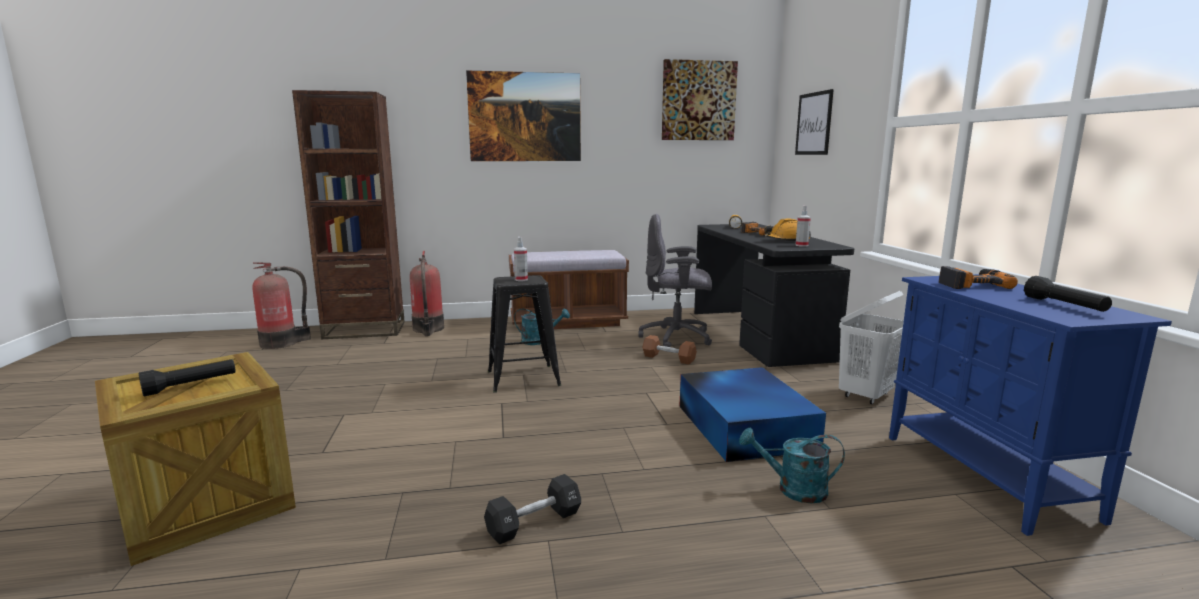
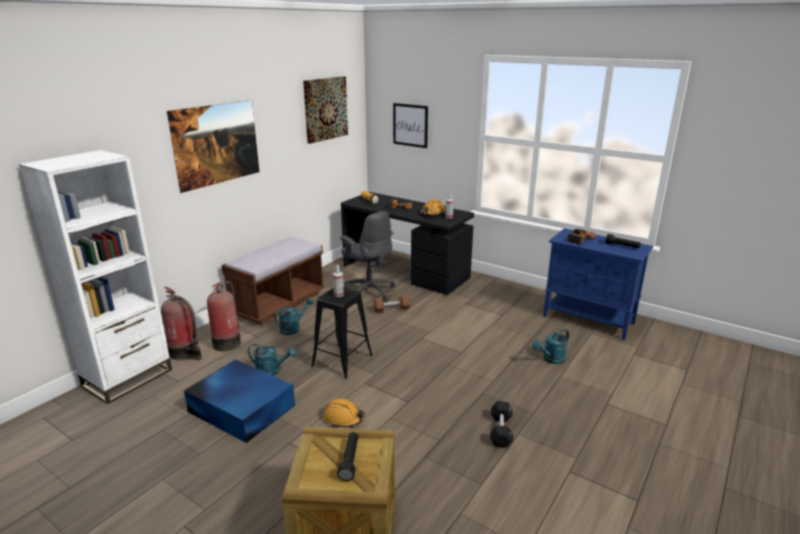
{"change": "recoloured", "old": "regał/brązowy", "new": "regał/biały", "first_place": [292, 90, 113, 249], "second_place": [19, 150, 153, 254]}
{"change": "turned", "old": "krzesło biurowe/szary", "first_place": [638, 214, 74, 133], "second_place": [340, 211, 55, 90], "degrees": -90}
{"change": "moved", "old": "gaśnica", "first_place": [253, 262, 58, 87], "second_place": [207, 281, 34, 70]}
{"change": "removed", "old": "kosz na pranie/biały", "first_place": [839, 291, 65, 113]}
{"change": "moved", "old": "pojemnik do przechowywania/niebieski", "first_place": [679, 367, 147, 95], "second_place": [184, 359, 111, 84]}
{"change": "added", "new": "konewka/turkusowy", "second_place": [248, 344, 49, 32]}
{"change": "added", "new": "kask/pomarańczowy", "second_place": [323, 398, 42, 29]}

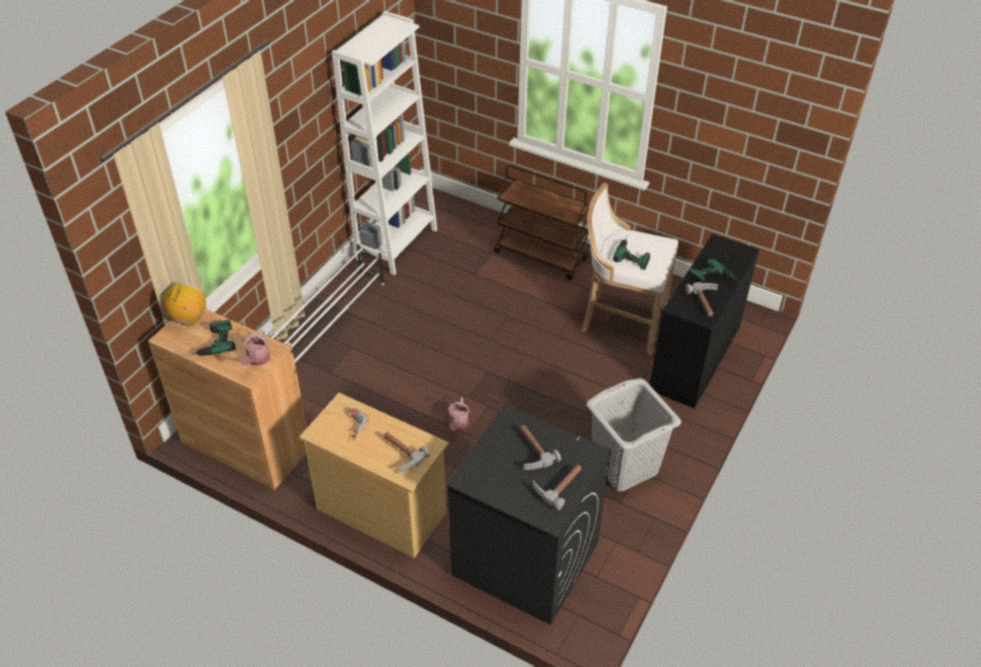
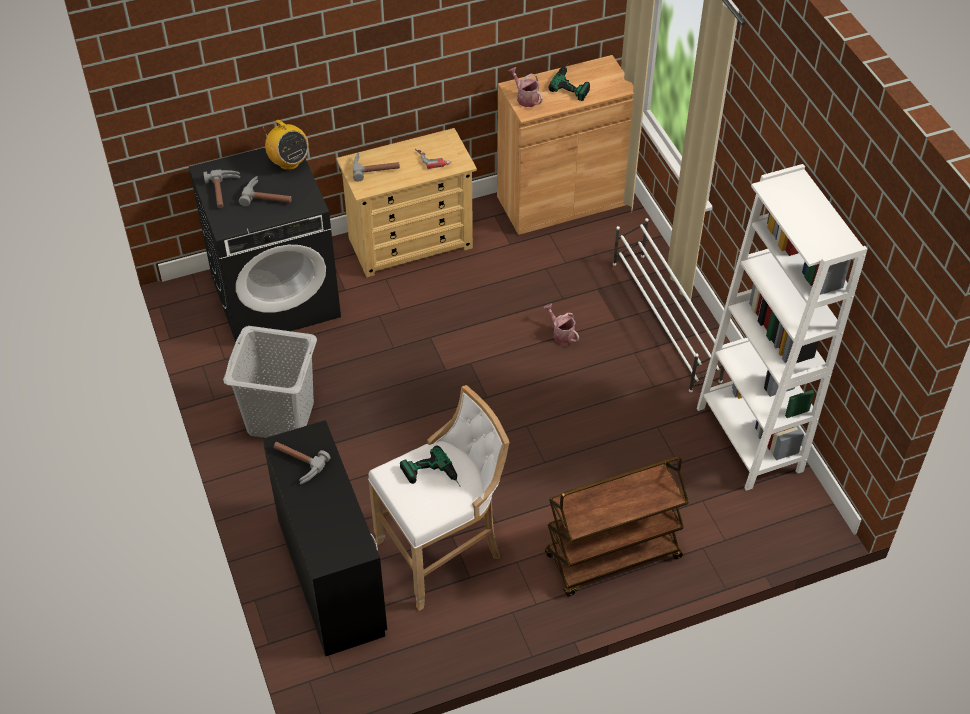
{"change": "removed", "old": "wiertarka", "first_place": [688, 258, 53, 25]}
{"change": "moved", "old": "radio", "first_place": [162, 283, 44, 42], "second_place": [263, 120, 46, 50]}
{"change": "moved", "old": "konewka", "first_place": [448, 398, 22, 33], "second_place": [544, 304, 35, 40]}

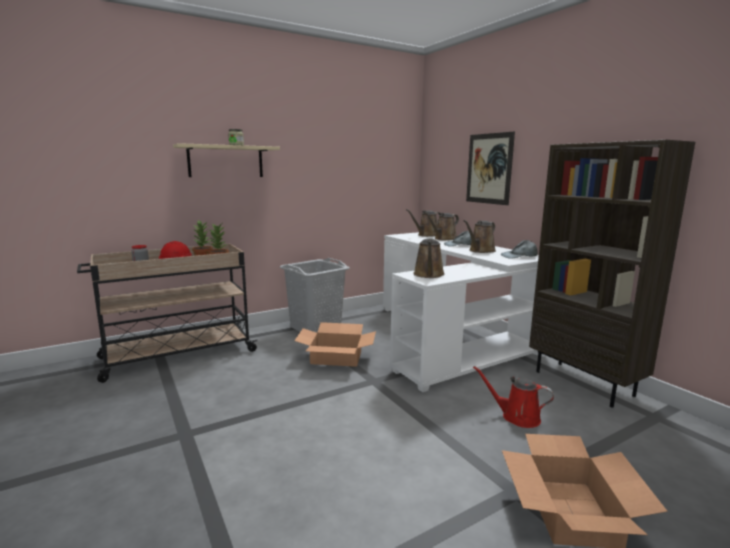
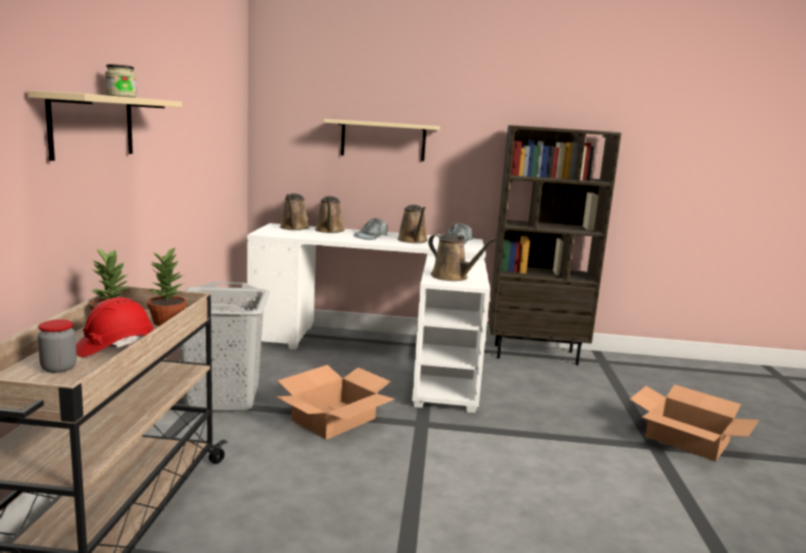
{"change": "replaced", "old": "obraz", "new": "półka/beżowy", "first_place": [466, 132, 49, 73], "second_place": [324, 119, 116, 42]}
{"change": "removed", "old": "konewka/czerwony", "first_place": [473, 366, 81, 62]}

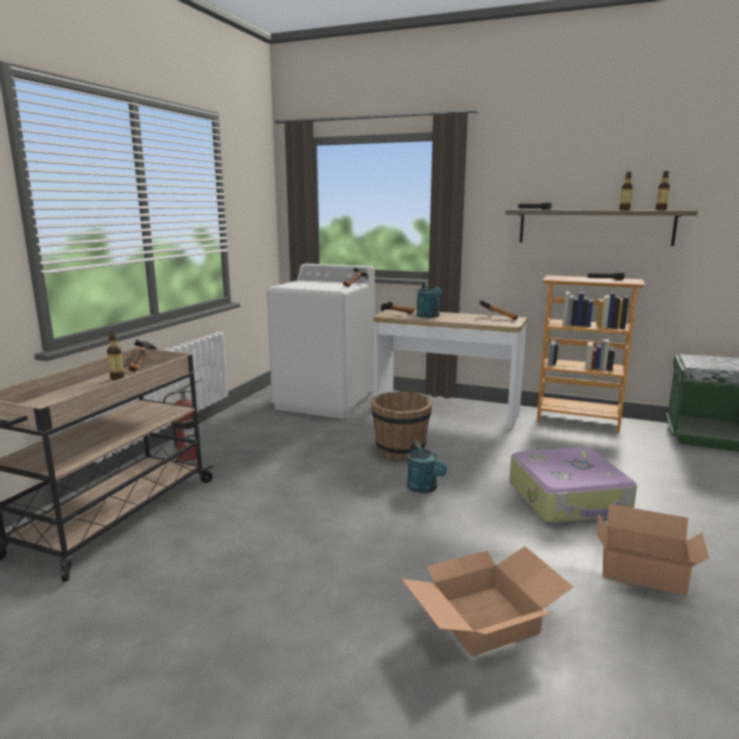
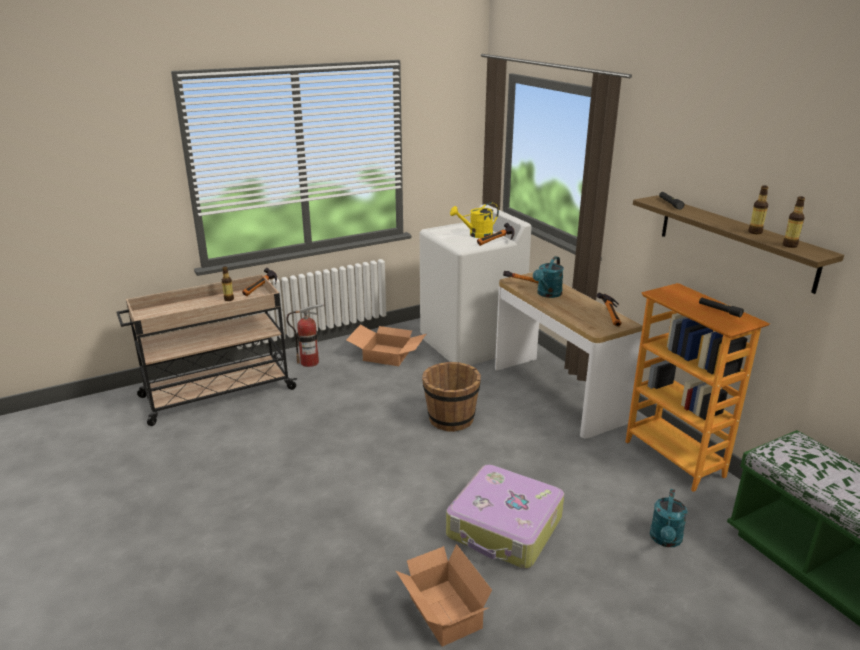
{"change": "moved", "old": "konewka/turkusowy", "first_place": [407, 441, 40, 52], "second_place": [650, 489, 37, 58]}
{"change": "moved", "old": "karton", "first_place": [402, 546, 171, 111], "second_place": [346, 325, 80, 41]}
{"change": "added", "new": "konewka/żółty", "second_place": [450, 202, 49, 36]}

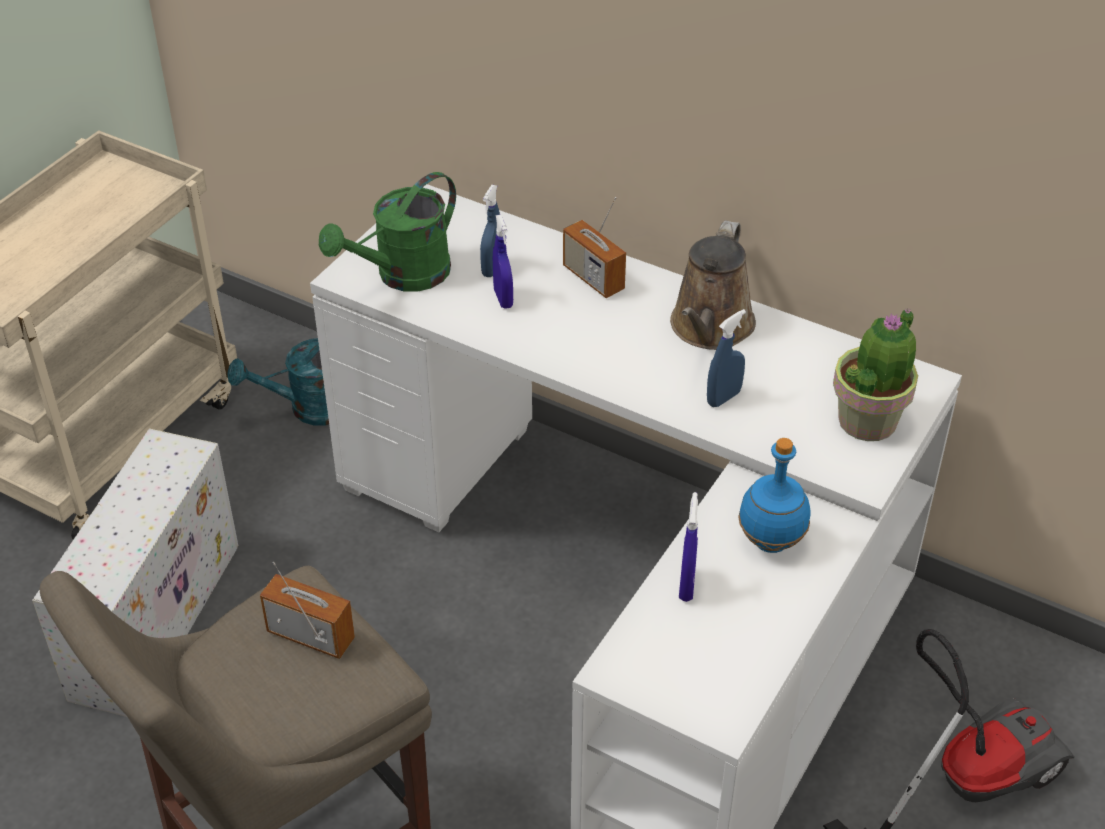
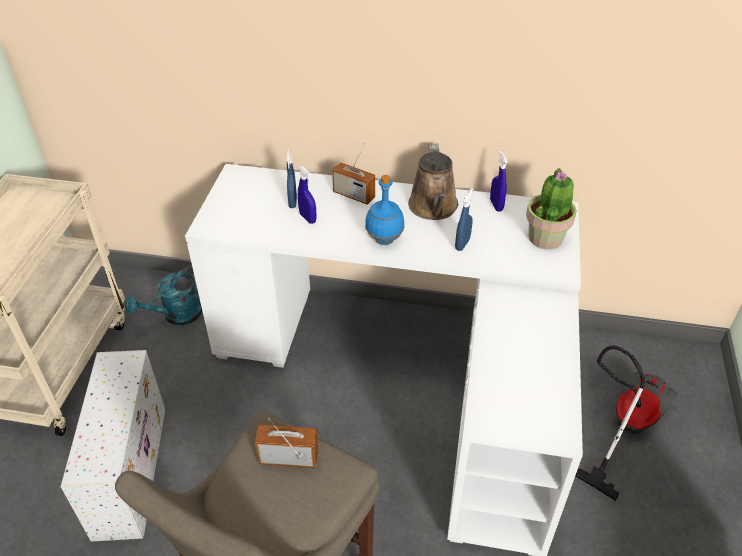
{"change": "removed", "old": "konewka/zielony", "first_place": [319, 172, 137, 120]}
{"change": "moved", "old": "butelka/niebieski", "first_place": [738, 438, 73, 115], "second_place": [365, 175, 39, 70]}
{"change": "moved", "old": "spryskiwacz/niebieski", "first_place": [679, 492, 19, 110], "second_place": [490, 150, 18, 62]}

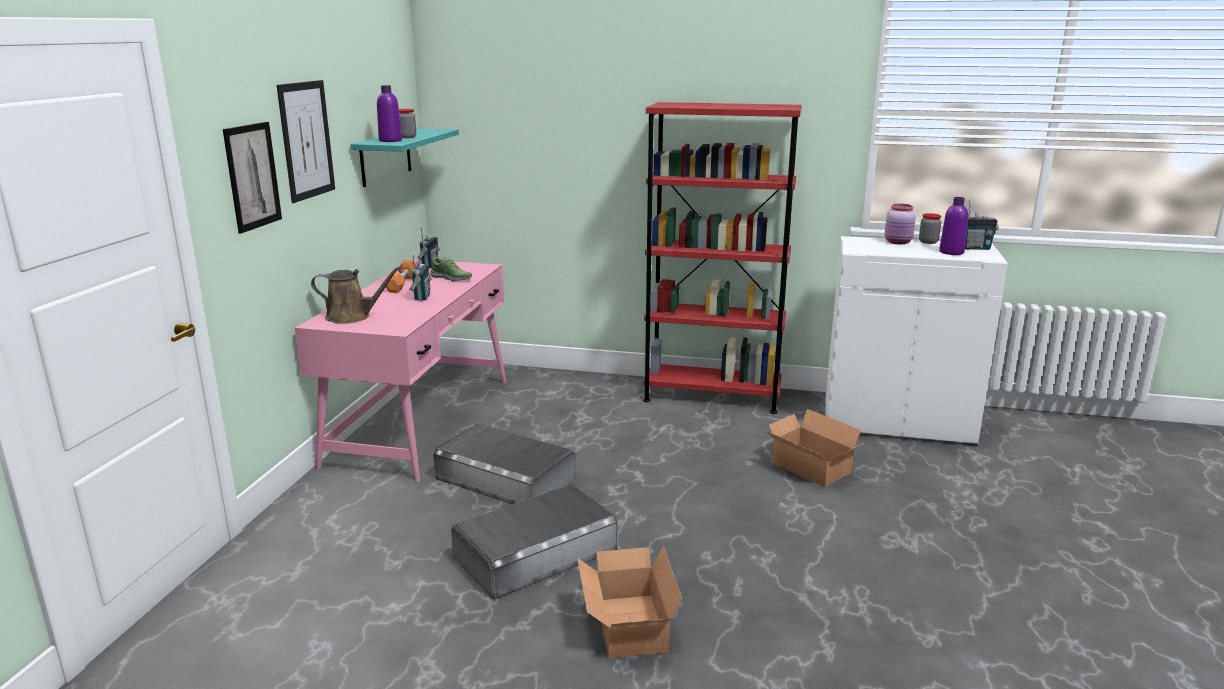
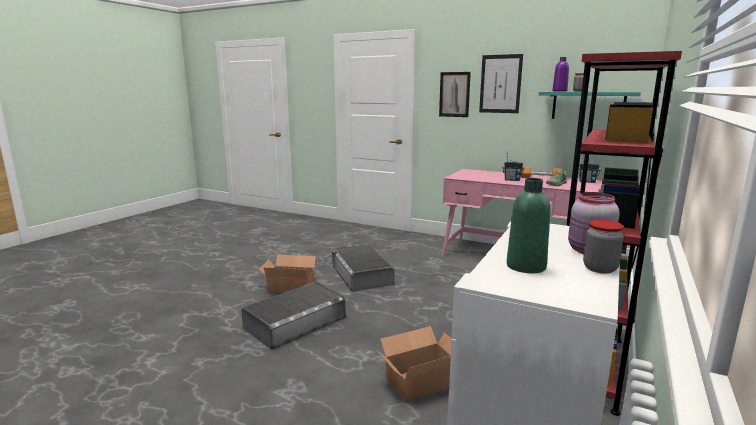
{"change": "recoloured", "old": "butelka/fioletowy", "new": "butelka/zielony", "first_place": [939, 197, 29, 58], "second_place": [507, 178, 43, 95]}
{"change": "removed", "old": "radio", "first_place": [965, 200, 34, 50]}
{"change": "removed", "old": "konewka/brązowy", "first_place": [311, 266, 91, 58]}
{"change": "moved", "old": "pojemnik do przechowywania/szary", "first_place": [433, 423, 143, 81], "second_place": [241, 282, 105, 68]}

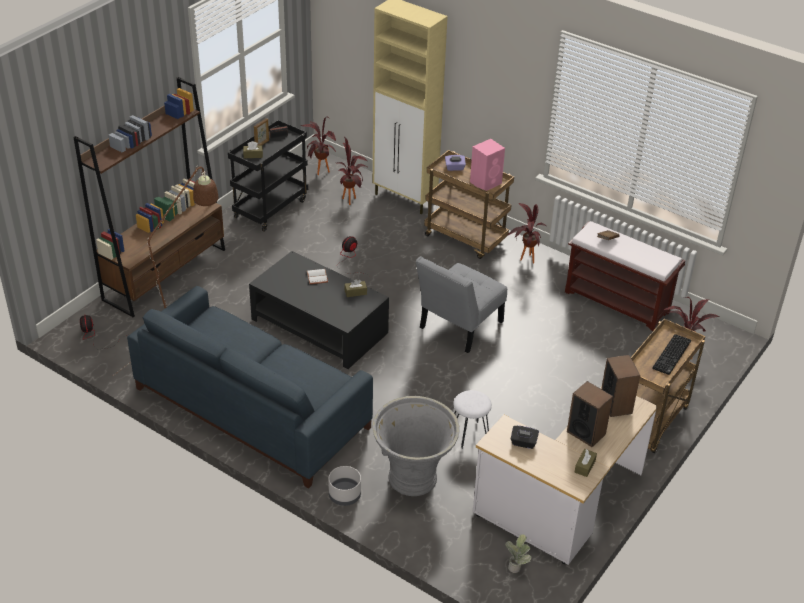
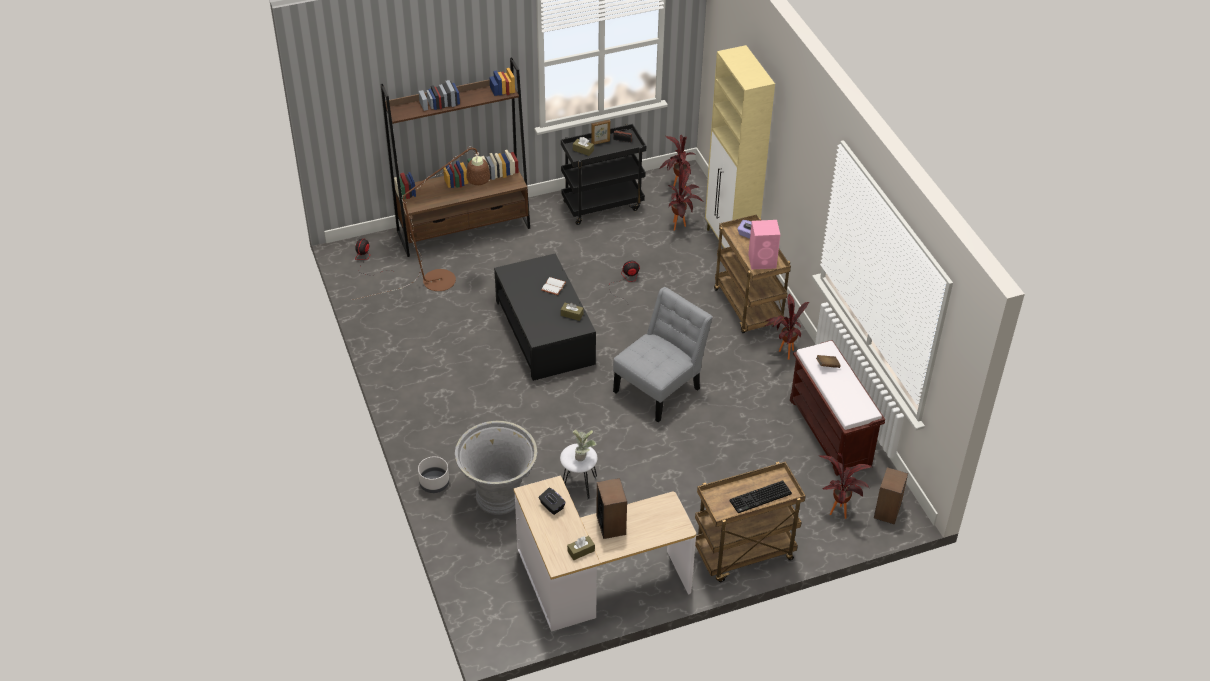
{"change": "turned", "old": "krzesło/szary", "first_place": [416, 256, 91, 97], "second_place": [613, 287, 100, 135], "degrees": 150}
{"change": "removed", "old": "kanapa/niebieski", "first_place": [127, 286, 246, 203]}
{"change": "moved", "old": "głośnik", "first_place": [601, 355, 39, 62], "second_place": [874, 467, 34, 58]}
{"change": "moved", "old": "roślina doniczkowa", "first_place": [505, 534, 26, 39], "second_place": [573, 429, 24, 32]}

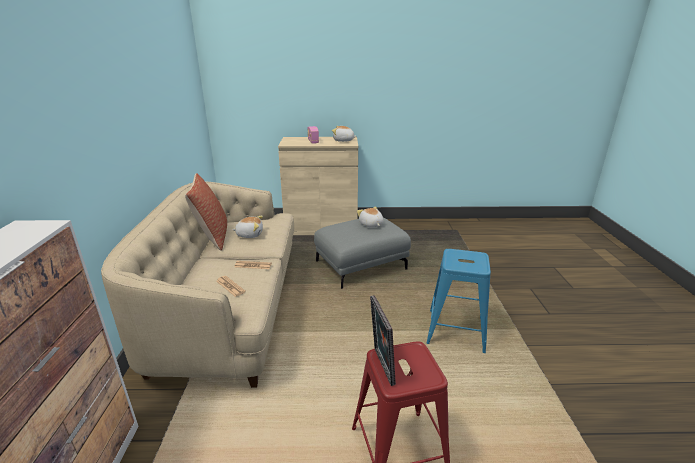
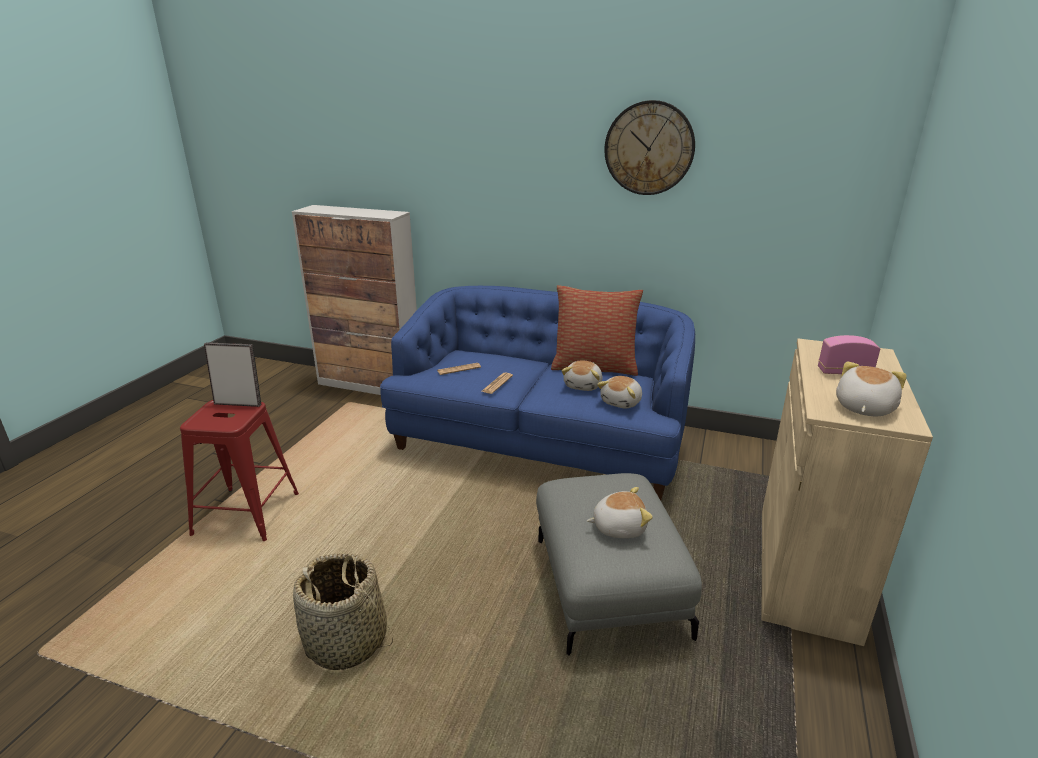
{"change": "recoloured", "old": "kanapa/beżowy", "new": "kanapa/niebieski", "first_place": [101, 182, 193, 206], "second_place": [380, 286, 315, 214]}
{"change": "replaced", "old": "stołek/niebieski", "new": "koszyk", "first_place": [426, 249, 65, 104], "second_place": [293, 553, 100, 117]}
{"change": "added", "new": "zegar ścienny", "second_place": [604, 100, 91, 95]}
{"change": "added", "new": "pluszak", "second_place": [597, 376, 45, 33]}

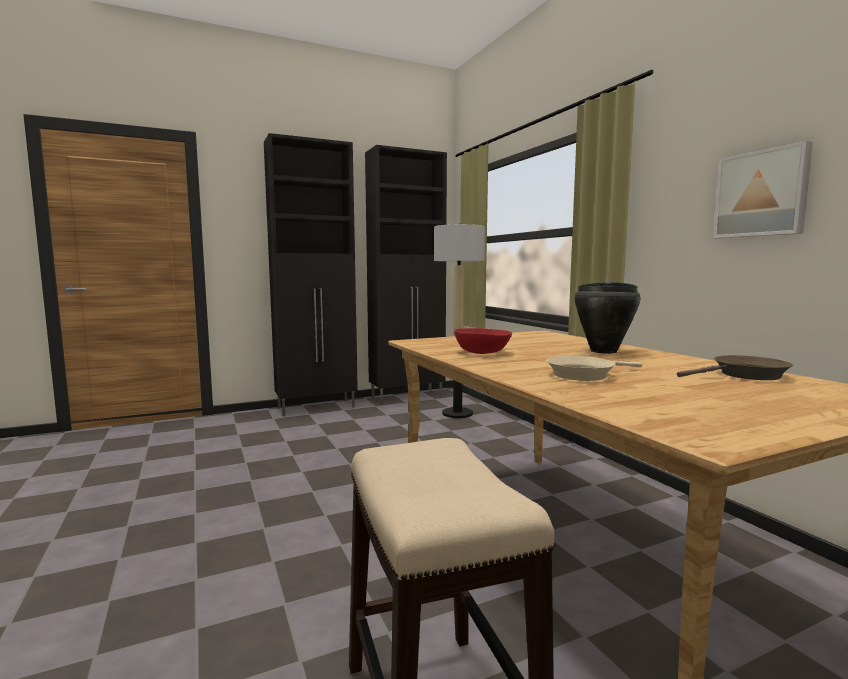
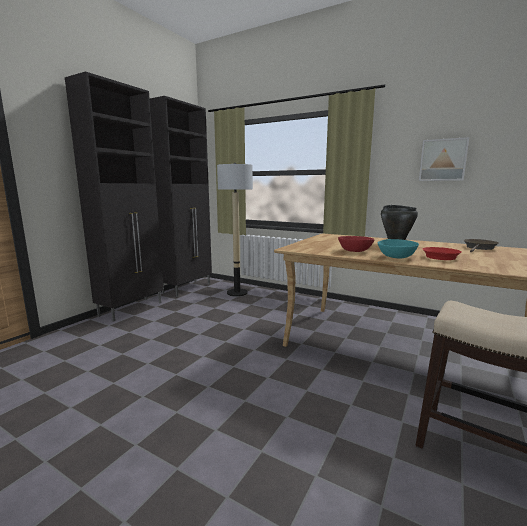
{"change": "recoloured", "old": "patelnia/beżowy", "new": "patelnia/czerwony", "first_place": [546, 356, 96, 25], "second_place": [423, 247, 38, 13]}
{"change": "added", "new": "miska/turkusowy", "second_place": [378, 239, 41, 19]}

